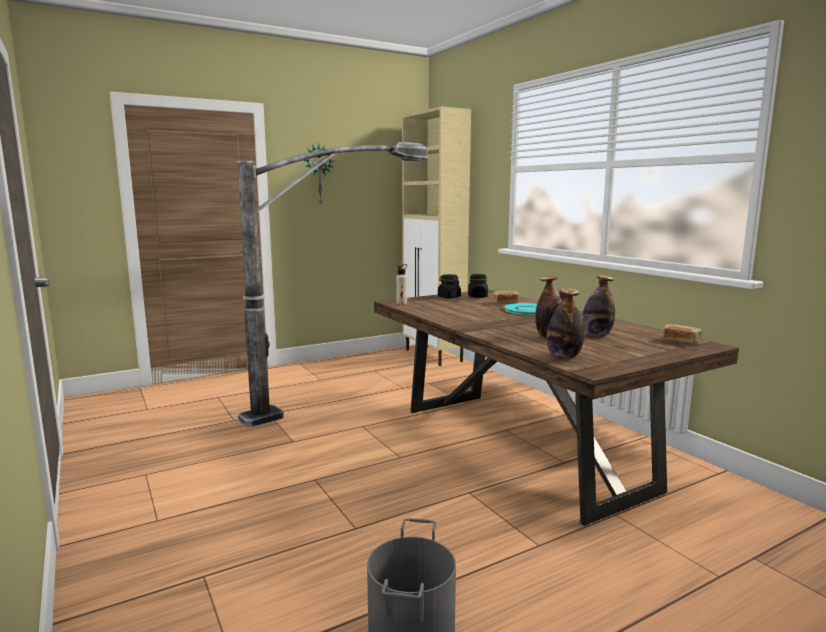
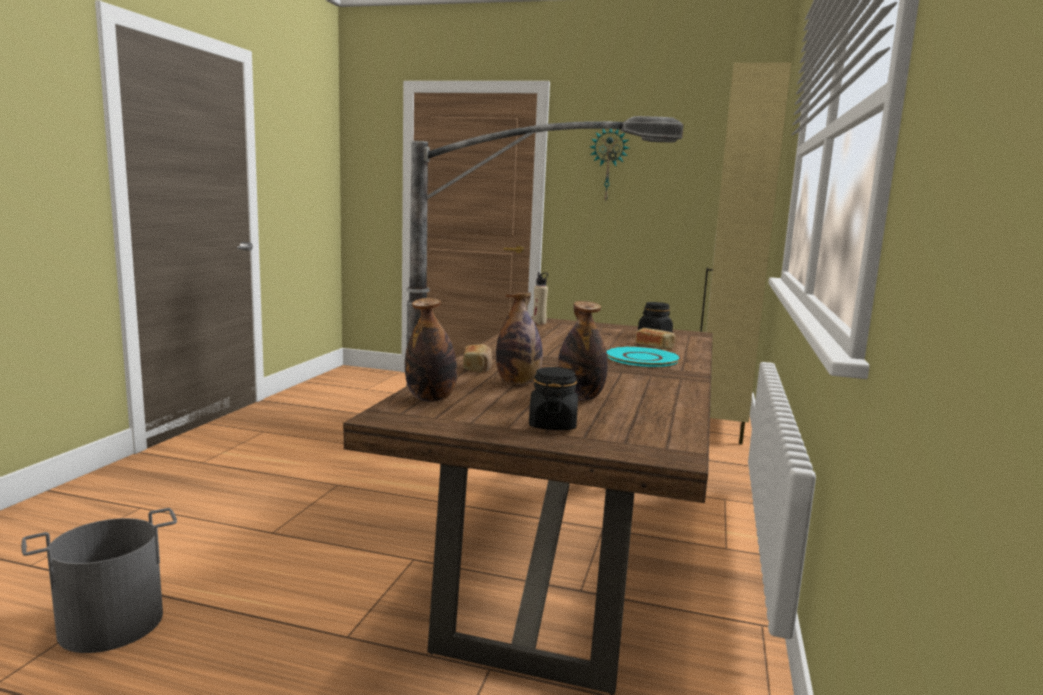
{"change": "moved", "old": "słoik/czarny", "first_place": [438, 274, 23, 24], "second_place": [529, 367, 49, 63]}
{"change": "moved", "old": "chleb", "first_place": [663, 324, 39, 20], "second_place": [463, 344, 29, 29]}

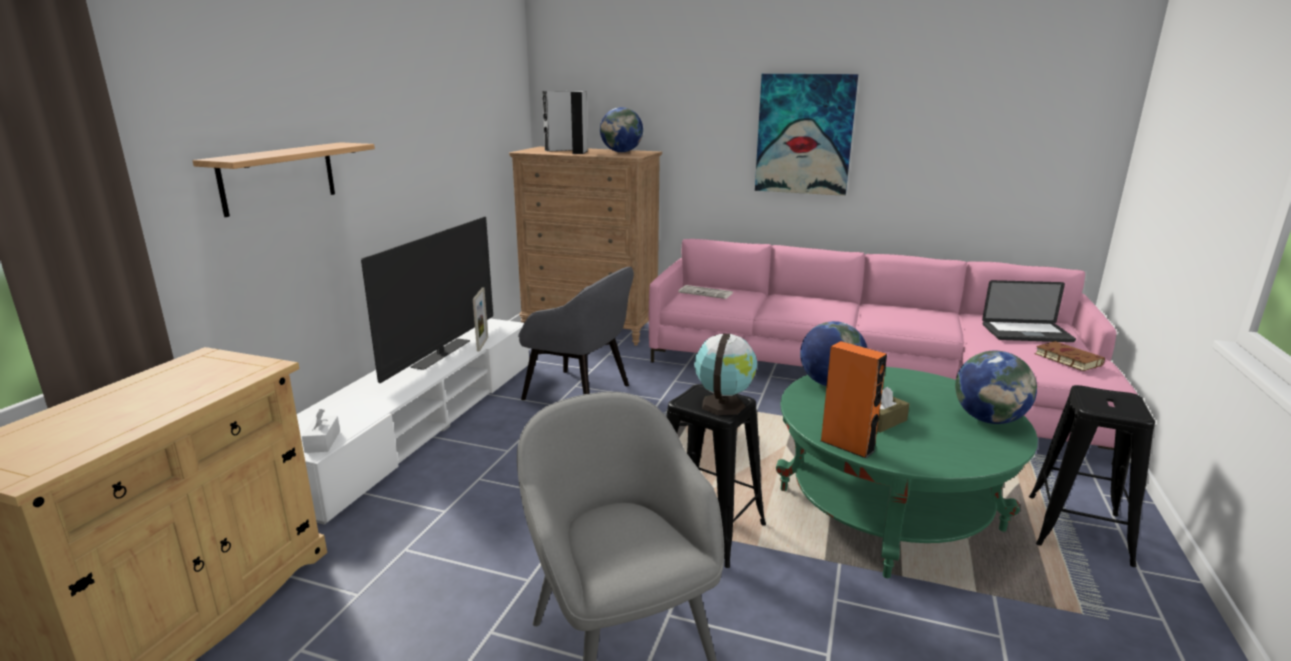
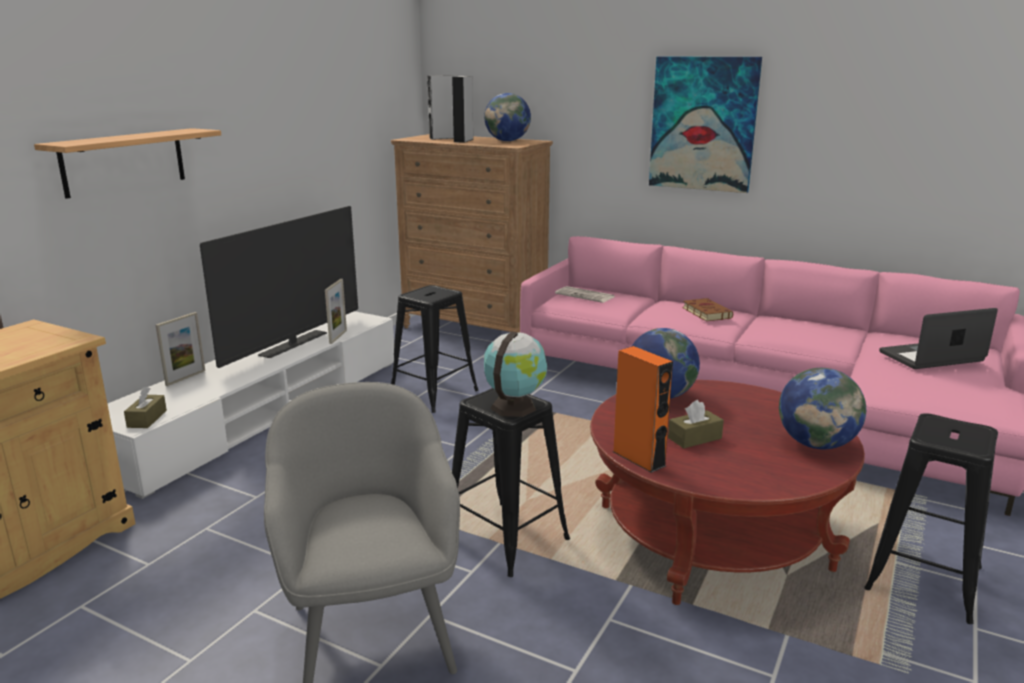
{"change": "replaced", "old": "fotel/szary", "new": "stołek/czarny", "first_place": [518, 267, 116, 133], "second_place": [391, 285, 87, 128]}
{"change": "turned", "old": "laptop", "first_place": [982, 280, 94, 62], "second_place": [879, 308, 119, 61], "degrees": 150}
{"change": "moved", "old": "książka/brązowy", "first_place": [1035, 341, 70, 30], "second_place": [682, 298, 51, 23]}
{"change": "recoloured", "old": "ława/zielony", "new": "ława/czerwony", "first_place": [776, 367, 262, 211], "second_place": [590, 380, 275, 225]}
{"change": "recoloured", "old": "pudełko chusteczek/biały", "new": "pudełko chusteczek/brązowy", "first_place": [302, 409, 38, 44], "second_place": [124, 387, 43, 41]}
{"change": "added", "new": "ramka na zdjęcie", "second_place": [156, 312, 49, 74]}

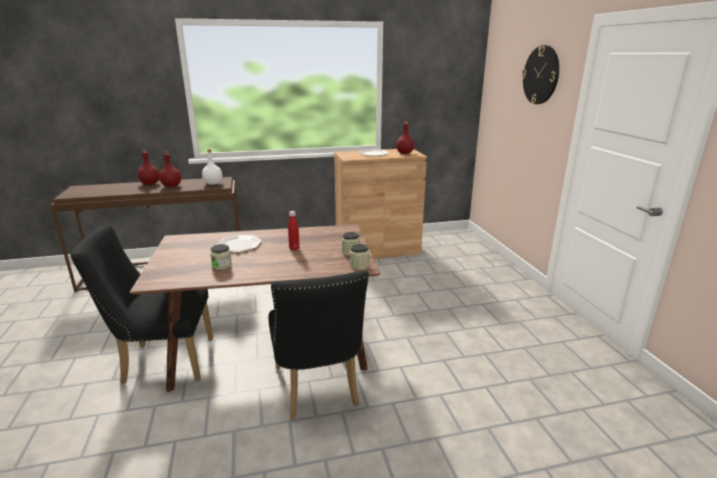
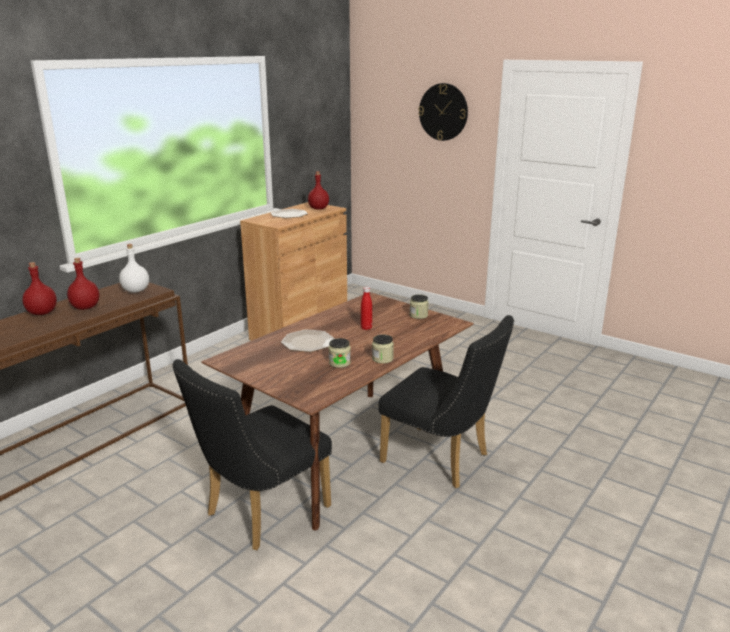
{"change": "moved", "old": "słoik", "first_place": [350, 244, 19, 26], "second_place": [372, 334, 22, 30]}

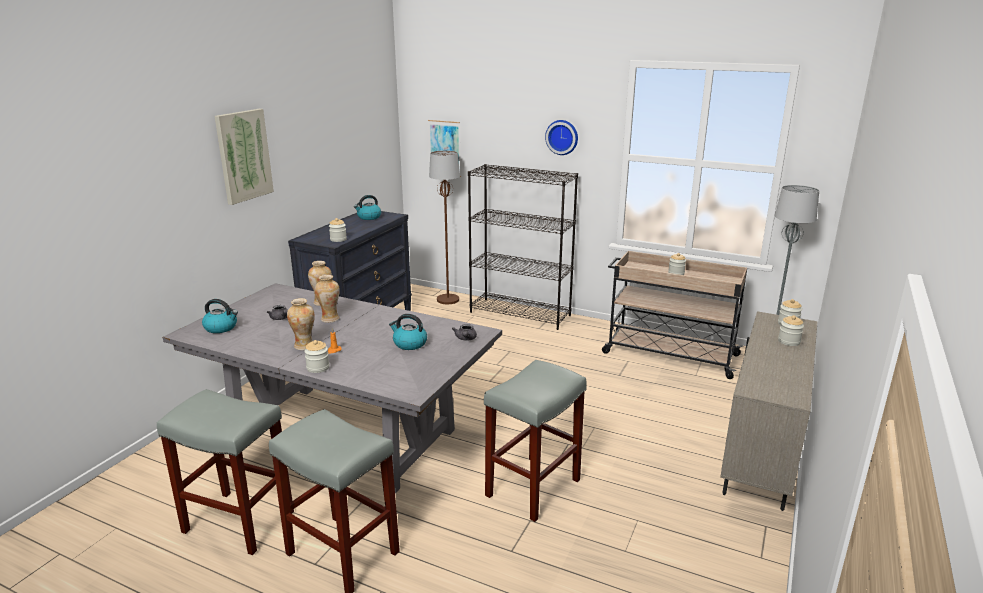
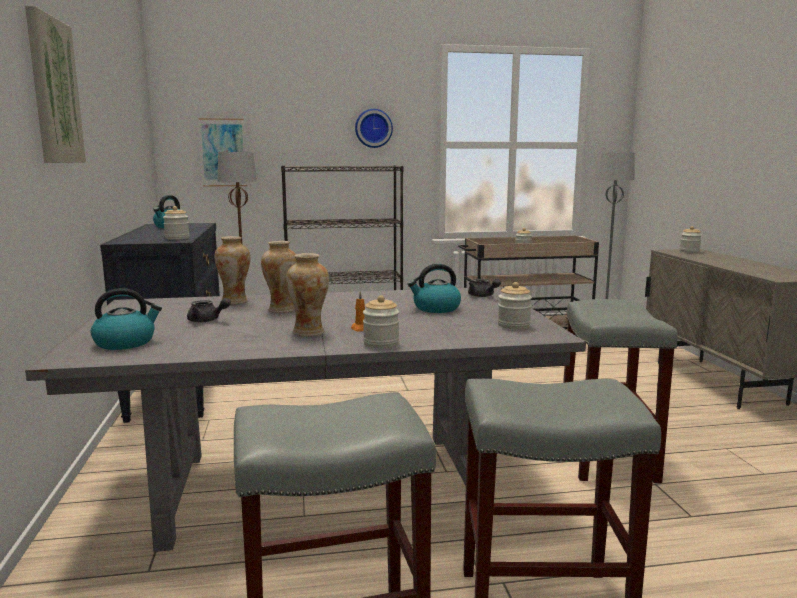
{"change": "moved", "old": "słoik", "first_place": [778, 315, 26, 31], "second_place": [498, 282, 34, 47]}

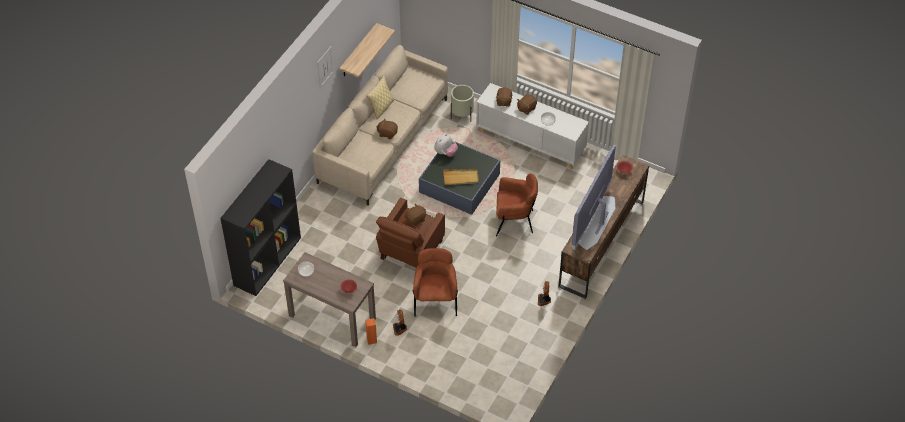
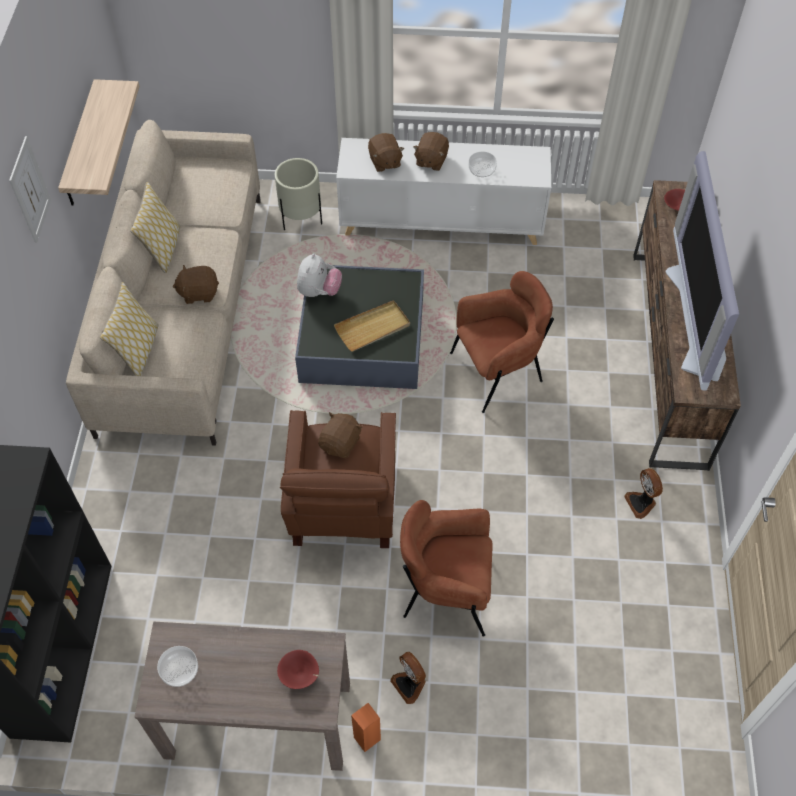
{"change": "turned", "old": "fotel/brązowy", "first_place": [413, 248, 45, 68], "second_place": [400, 500, 93, 137], "degrees": -60}
{"change": "added", "new": "poduszka", "second_place": [100, 282, 59, 94]}

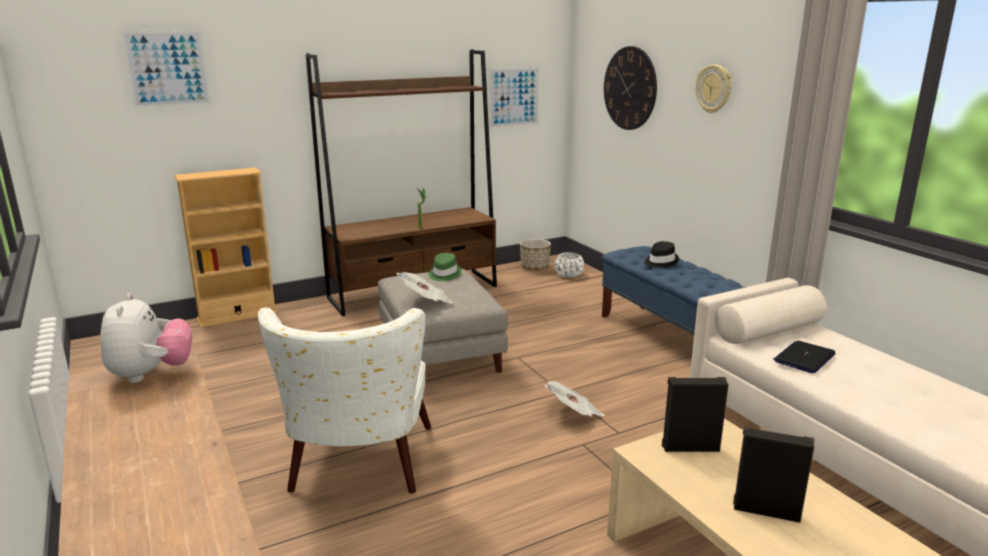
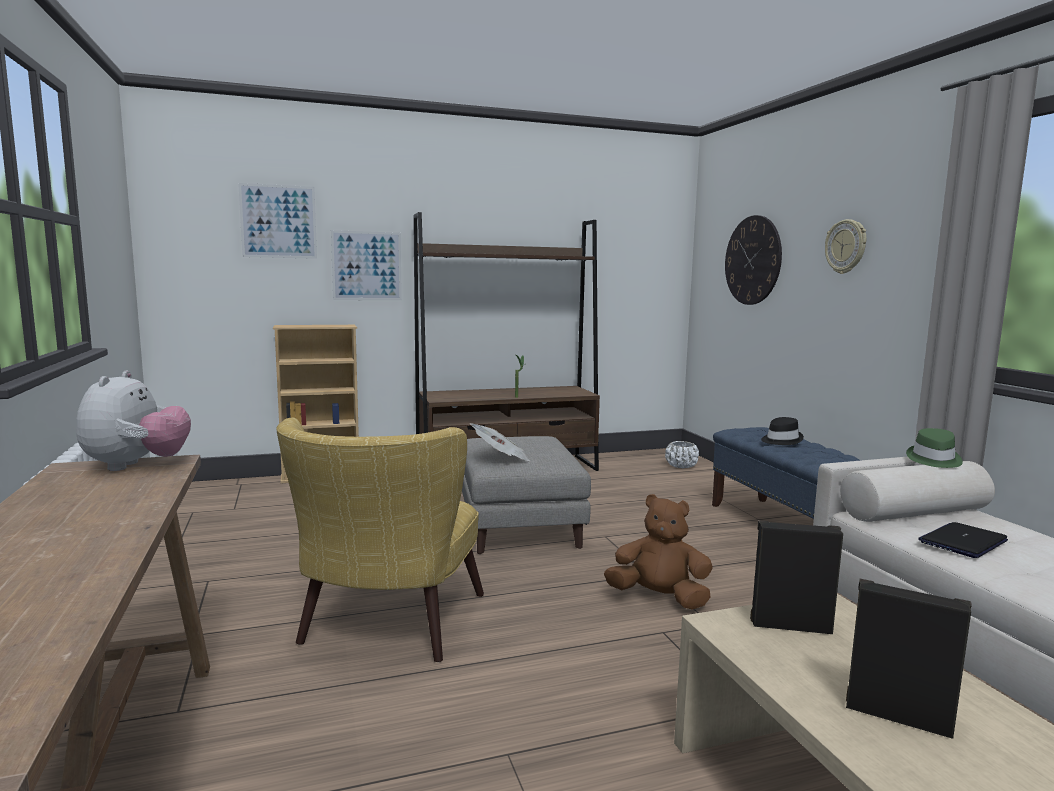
{"change": "moved", "old": "obraz", "first_place": [489, 67, 51, 61], "second_place": [331, 230, 71, 70]}
{"change": "removed", "old": "donica", "first_place": [520, 239, 31, 32]}
{"change": "moved", "old": "kapelusz/zielony", "first_place": [429, 253, 33, 28], "second_place": [906, 428, 57, 40]}
{"change": "recoloured", "old": "fotel/biały", "new": "fotel/żółty", "first_place": [258, 307, 173, 187], "second_place": [276, 418, 208, 244]}
{"change": "replaced", "old": "gazeta", "new": "pluszak/brązowy", "first_place": [544, 381, 61, 36], "second_place": [604, 494, 109, 116]}

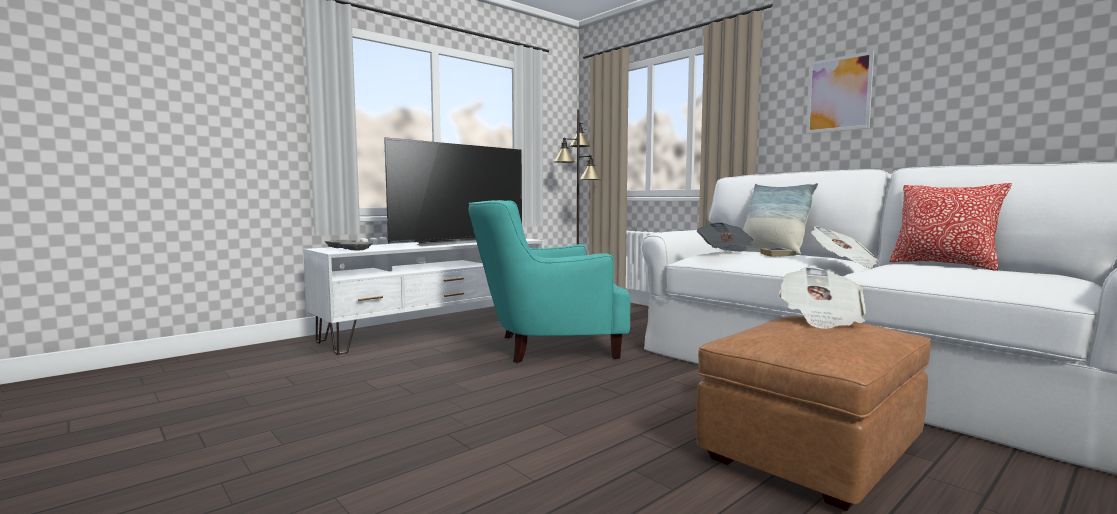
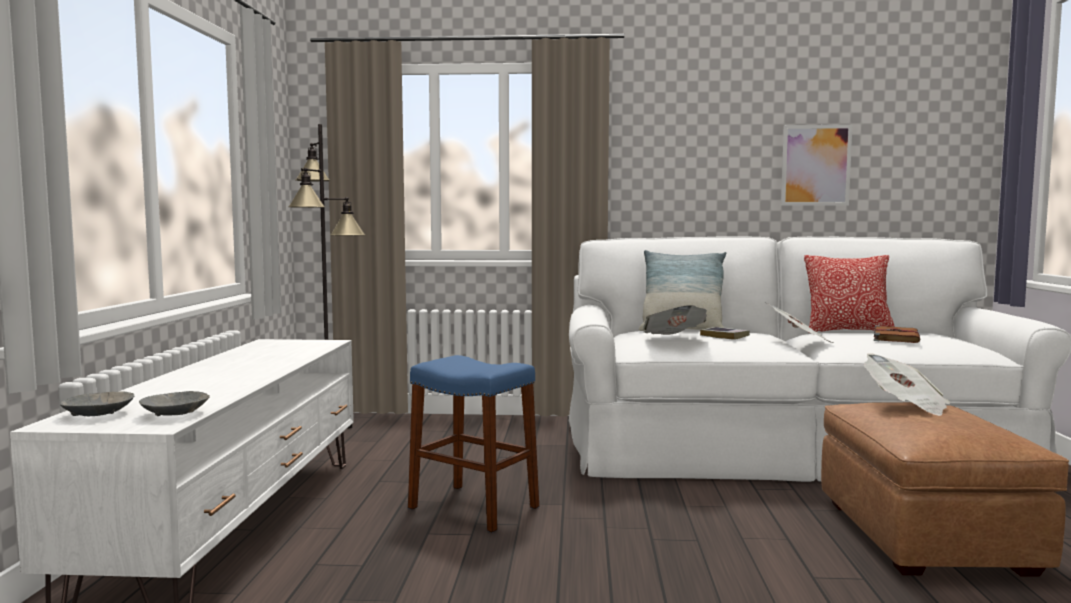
{"change": "moved", "old": "obraz", "first_place": [806, 51, 68, 83], "second_place": [781, 125, 71, 81]}
{"change": "removed", "old": "telewizor", "first_place": [384, 137, 138, 109]}
{"change": "replaced", "old": "fotel/turkusowy", "new": "stołek/niebieski", "first_place": [469, 200, 162, 163], "second_place": [408, 355, 131, 178]}
{"change": "added", "new": "książka/brązowy", "second_place": [874, 325, 47, 18]}

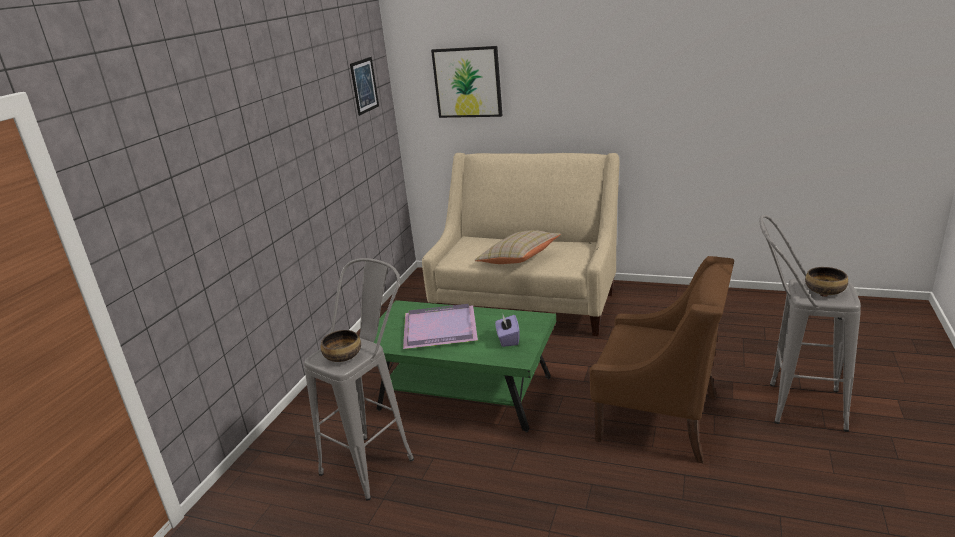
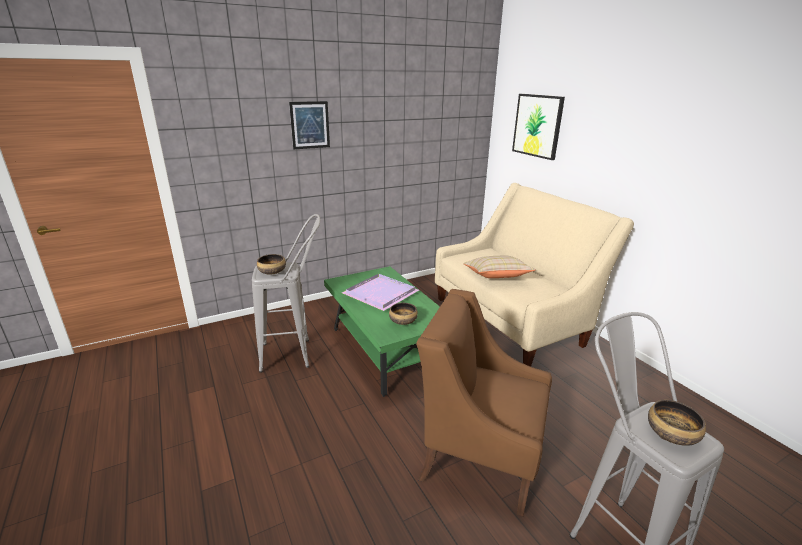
{"change": "moved", "old": "obraz", "first_place": [350, 57, 29, 59], "second_place": [289, 101, 41, 48]}
{"change": "turned", "old": "fotel/brązowy", "first_place": [590, 256, 144, 207], "second_place": [416, 289, 136, 227], "degrees": 135}
{"change": "replaced", "old": "pudełko chusteczek/fioletowy", "new": "miska", "first_place": [495, 315, 25, 32], "second_place": [389, 303, 29, 22]}

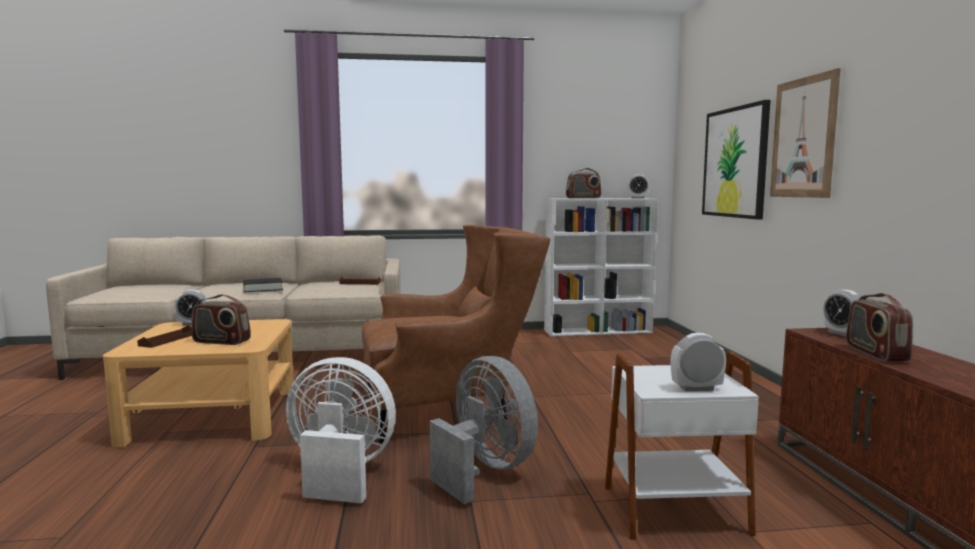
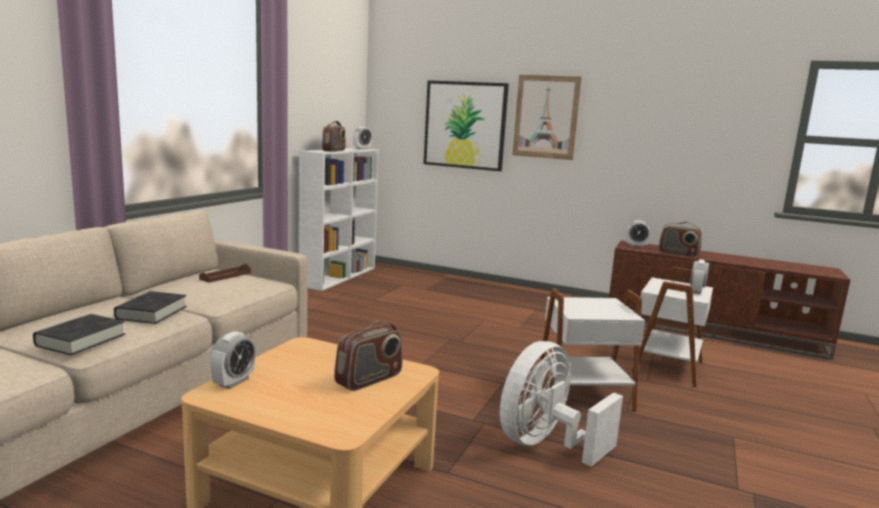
{"change": "removed", "old": "fotel/brązowy", "first_place": [362, 225, 188, 218]}
{"change": "removed", "old": "taca/brązowy", "first_place": [137, 325, 55, 23]}
{"change": "replaced", "old": "wentylator/szary", "new": "stolik/biały", "first_place": [429, 356, 109, 148], "second_place": [539, 288, 106, 124]}
{"change": "added", "new": "książka/czarny", "second_place": [33, 314, 92, 41]}

